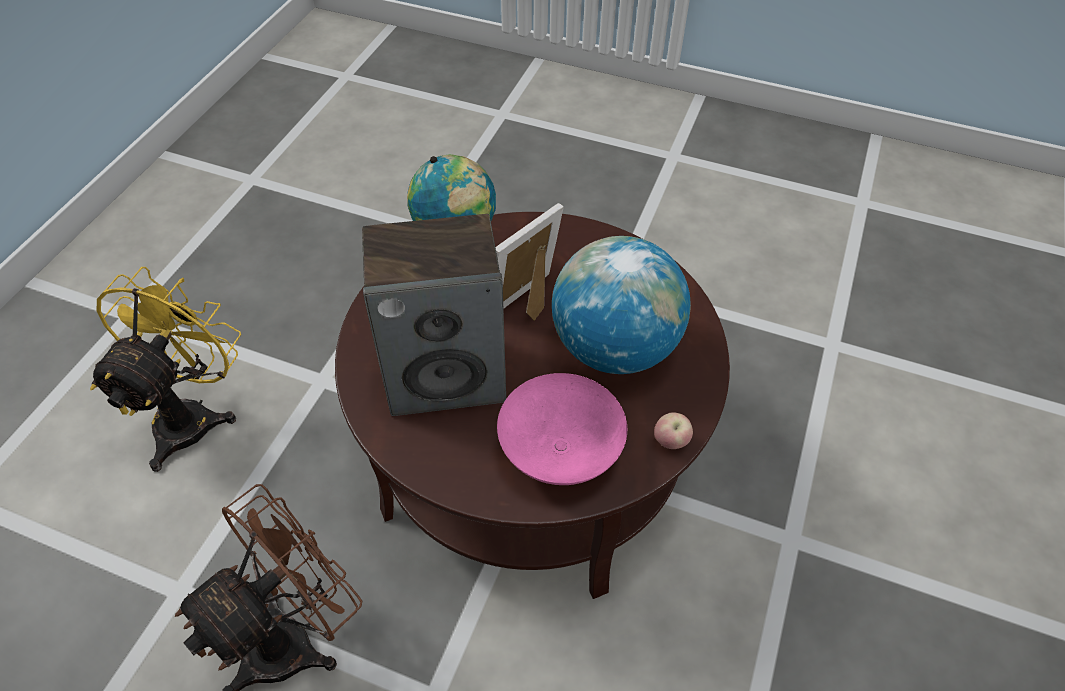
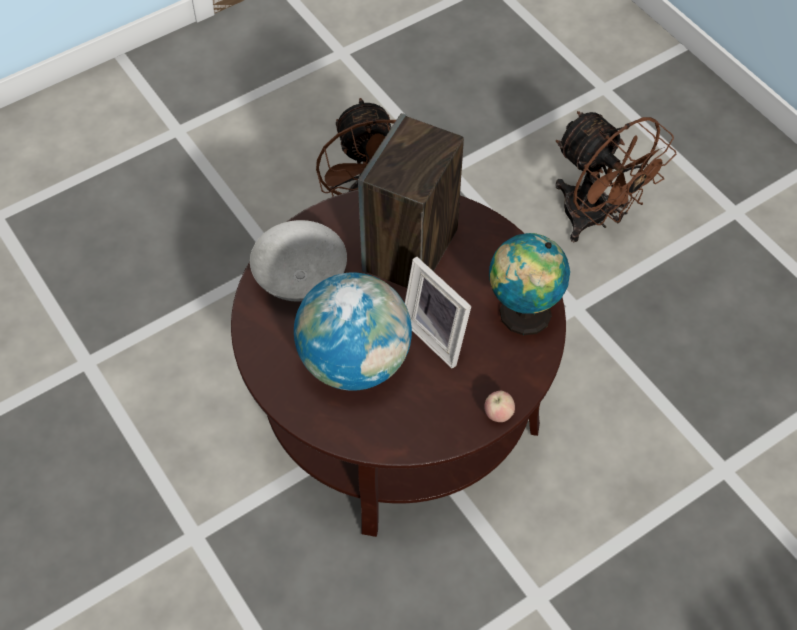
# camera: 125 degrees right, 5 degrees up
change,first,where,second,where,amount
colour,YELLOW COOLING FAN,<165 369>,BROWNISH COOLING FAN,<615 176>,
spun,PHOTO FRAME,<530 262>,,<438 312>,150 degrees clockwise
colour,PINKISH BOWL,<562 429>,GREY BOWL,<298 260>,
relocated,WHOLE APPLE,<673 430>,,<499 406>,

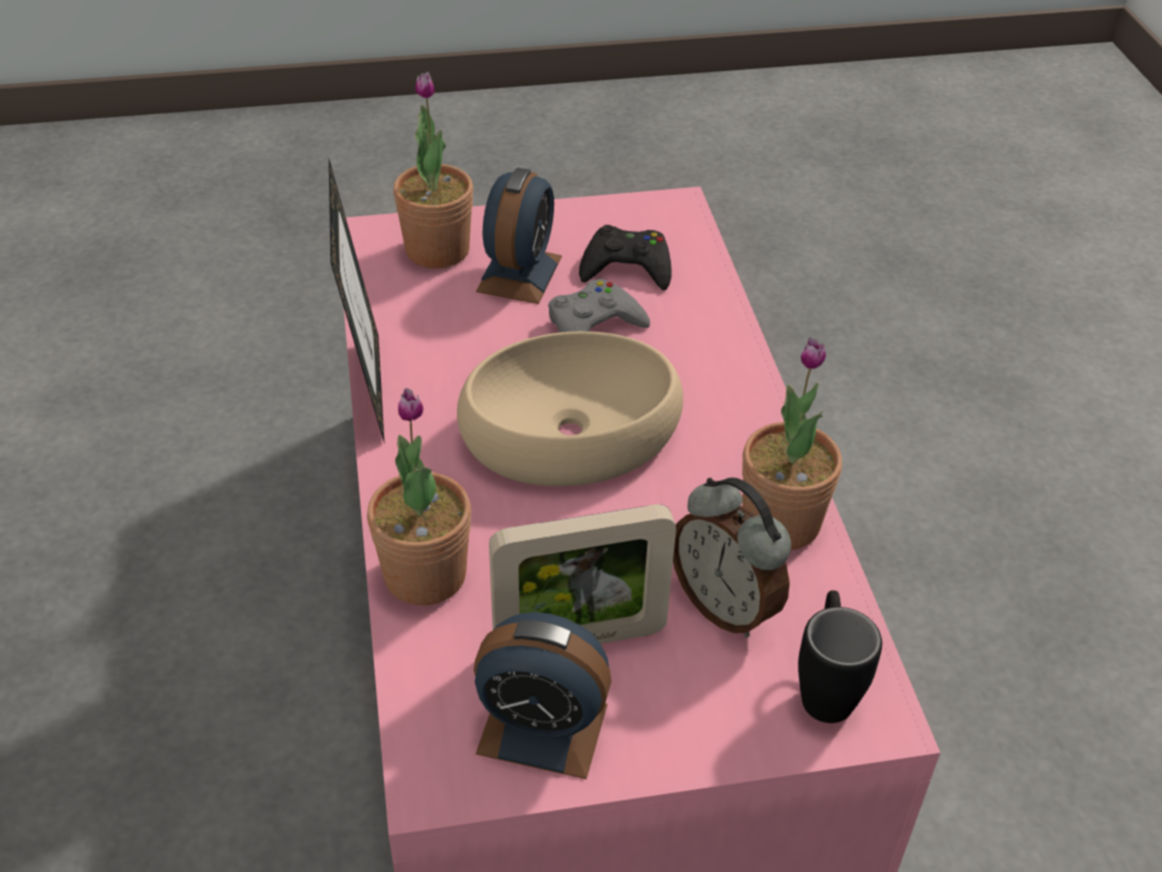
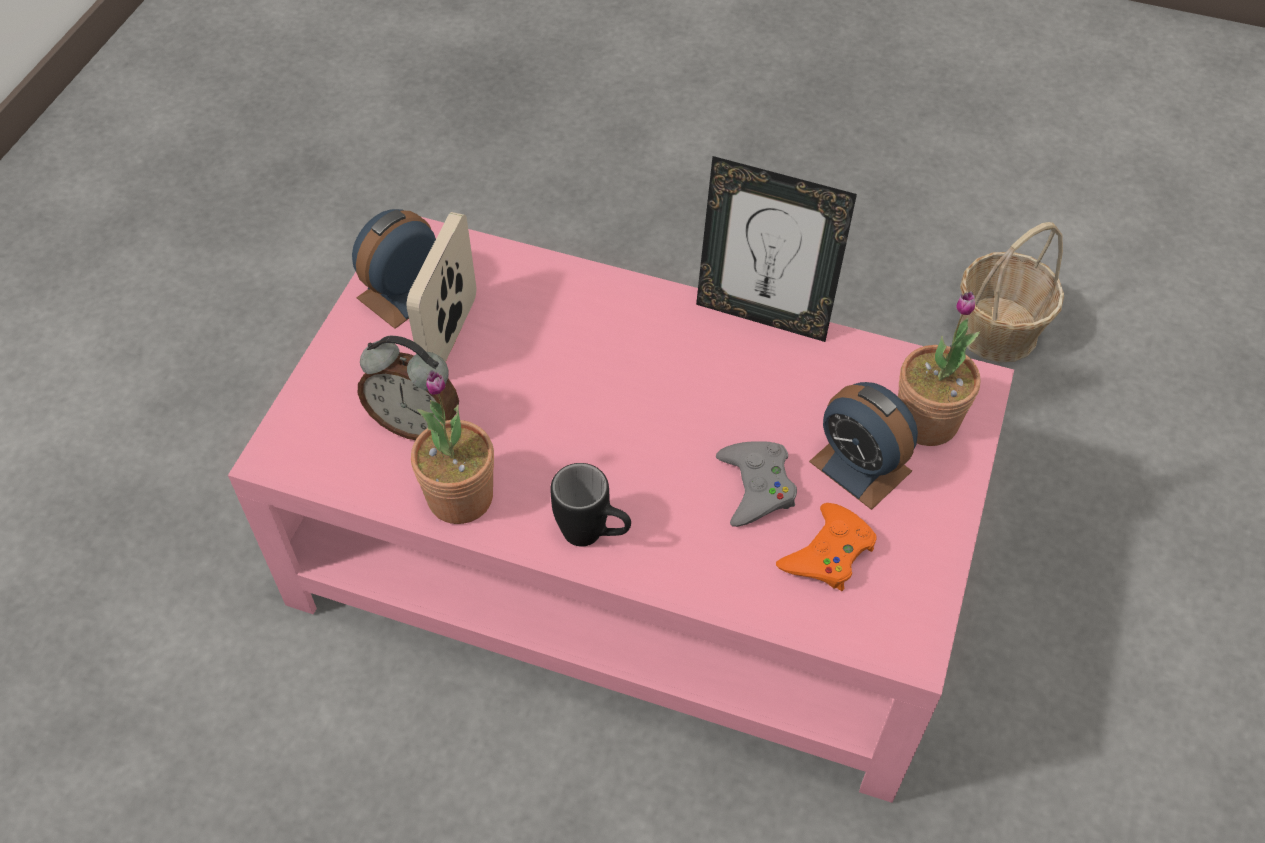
# camera: 120 degrees right, 10 degrees up
change,first,where,second,where,amount
missing,PLANT IN A POT,<419 496>,,,
missing,BEIGE-COLOURED BOWL,<570 408>,,,
colour,BLACK-COLOURED GAME CONTROLLER,<625 257>,ORANGE-COLOURED GAME CONTROLLER,<826 547>,
spun,ALARM CLOCK,<732 557>,,<408 388>,150 degrees counterclockwise
relocated,BLACK-COLOURED TEA MUG,<840 656>,,<590 505>,
appeared,,,HOUSEHOLD BASKET,<1012 292>,

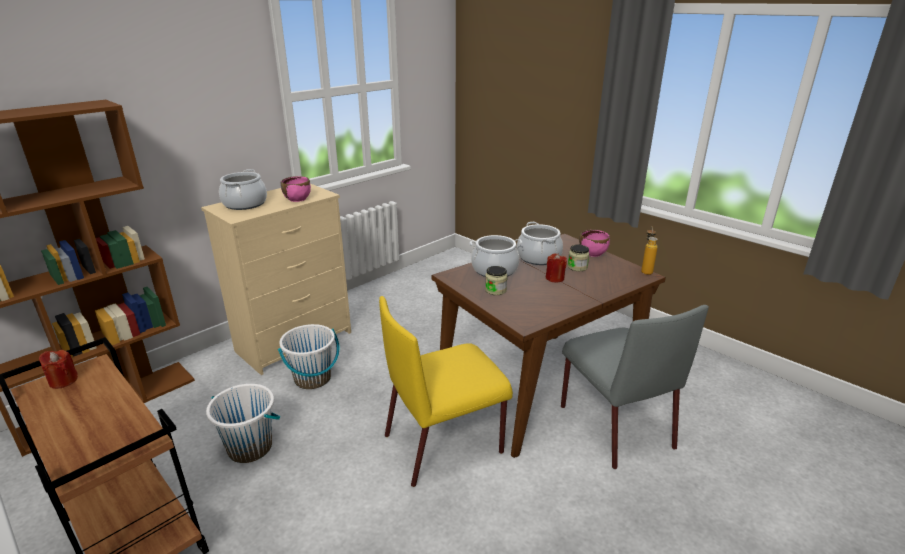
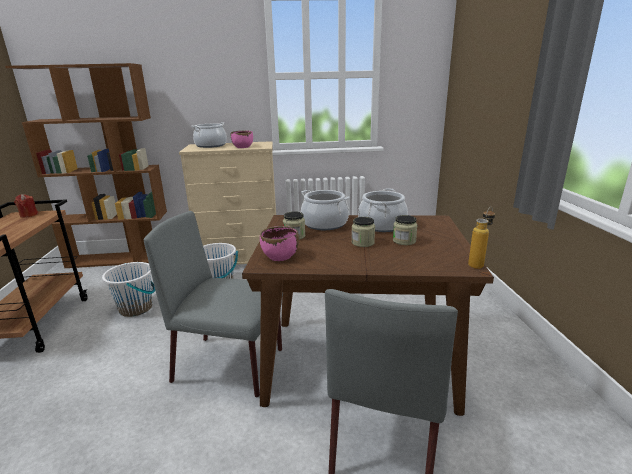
# camera: 40 degrees right, 5 degrees down
change,first,where,second,where,amount
colour,YELLOW UPRIGHT CHAIR,<446 391>,GREY UPRIGHT CHAIR,<213 304>,
exchanged,RED WAX CANDLE,<556 267>,JAR,<363 232>,
relocated,PINKISH BOWL,<594 243>,,<279 243>,

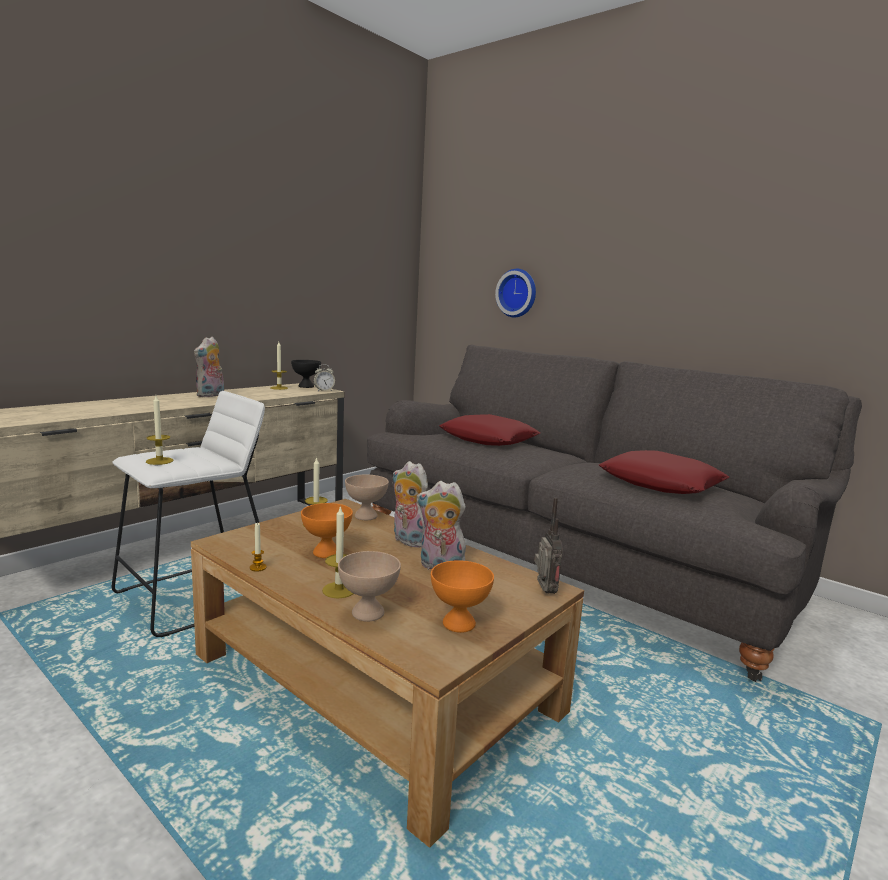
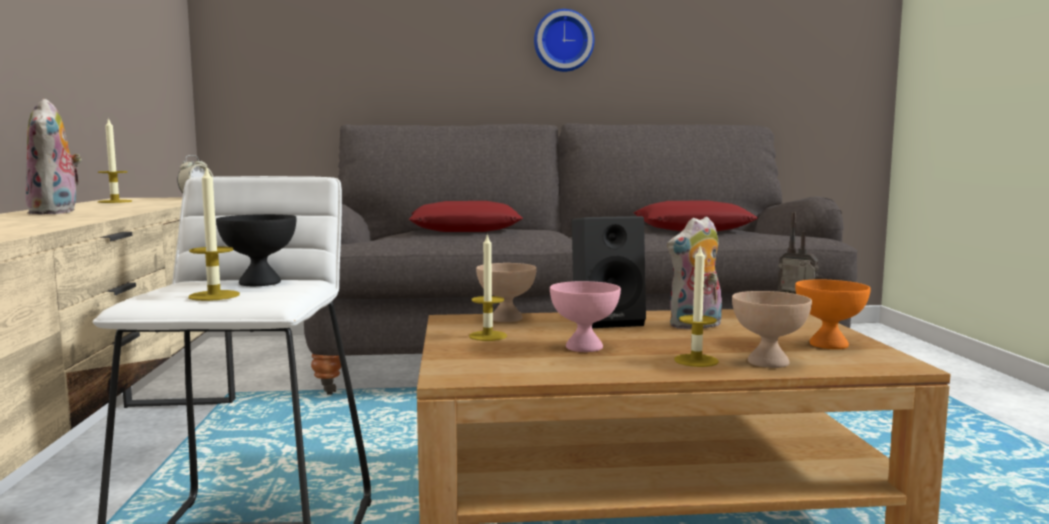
# camera: 45 degrees left, 5 degrees down
change,first,where,second,where,amount
missing,WAX CANDLE,<258 547>,,,
relocated,BLACK-COLOURED BOWL,<306 374>,,<256 250>,
colour,ORANGE-COLOURED BOWL,<327 530>,PINKISH BOWL,<585 316>,
exchanged,CUDDLY TOY,<410 504>,BLACK-COLOURED SPEAKER,<609 272>,
relocated,CLOCK ON THE WALL,<515 293>,,<564 40>,

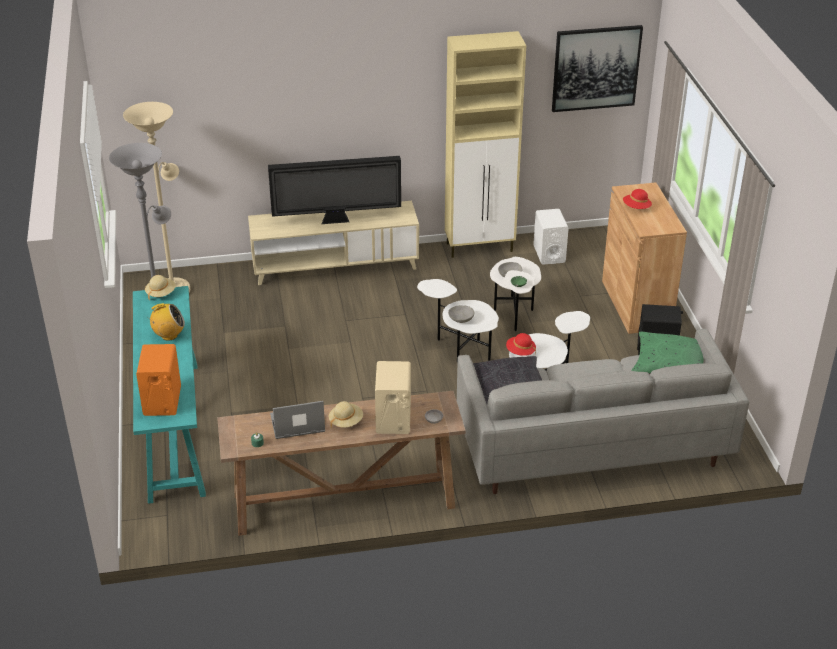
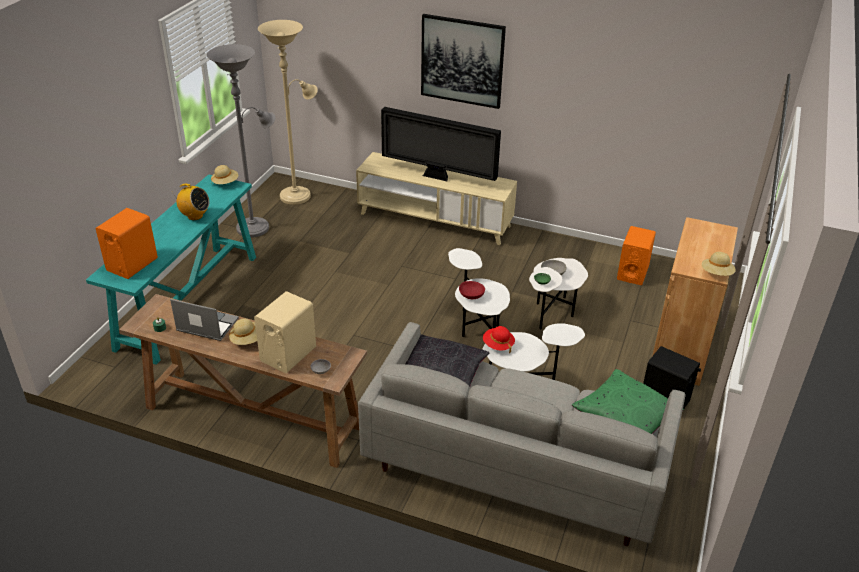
# camera: 30 degrees right, 0 degrees up
change,first,where,second,where,amount
missing,BEIGE-COLOURED STORAGE CABINET,<485 144>,,,
colour,GREY BOWL,<461 314>,RED BOWL,<472 290>,
colour,WHITE-COLOURED SPEAKER,<551 237>,ORANGE-COLOURED SPEAKER,<636 255>,
relocated,WALL ART,<597 68>,,<463 61>,
missing,RED HAT,<637 199>,,,
appeared,,,BEIGE-COLOURED HAT,<719 264>,

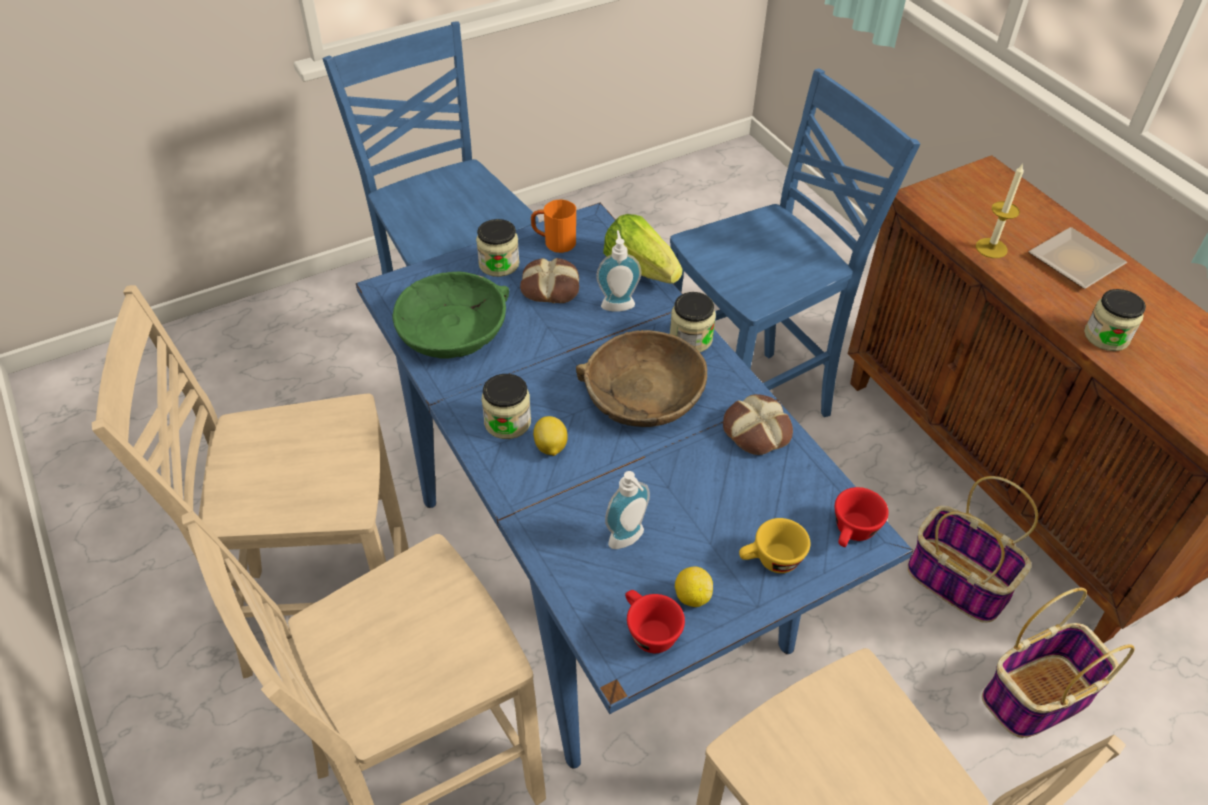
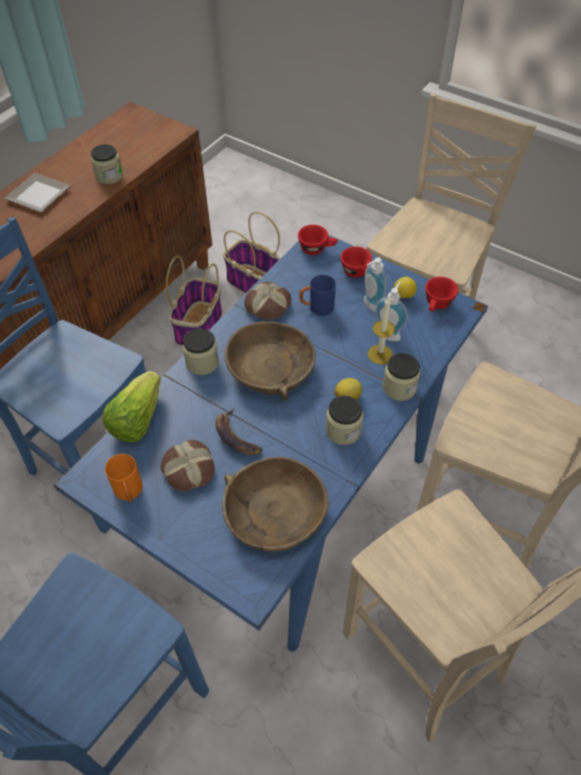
# camera: 115 degrees left, 5 degrees up
change,first,where,second,where,amount
colour,GREENISH BOWL,<451 315>,BROWNISH BOWL,<275 504>,
relocated,JAR,<498 248>,,<401 377>,
relocated,SOAP DISPENSER,<618 271>,,<375 284>,
colour,YELLOW DRINKING CUP,<774 545>,RED DRINKING CUP,<356 262>,
relocated,WAX CANDLE,<1000 210>,,<381 330>,
appeared,,,BANANA FRUIT,<239 431>,
appeared,,,BLUE TEA MUG,<317 295>,

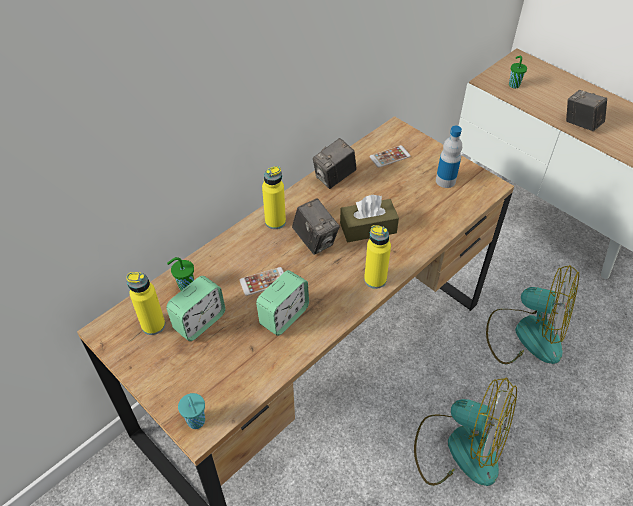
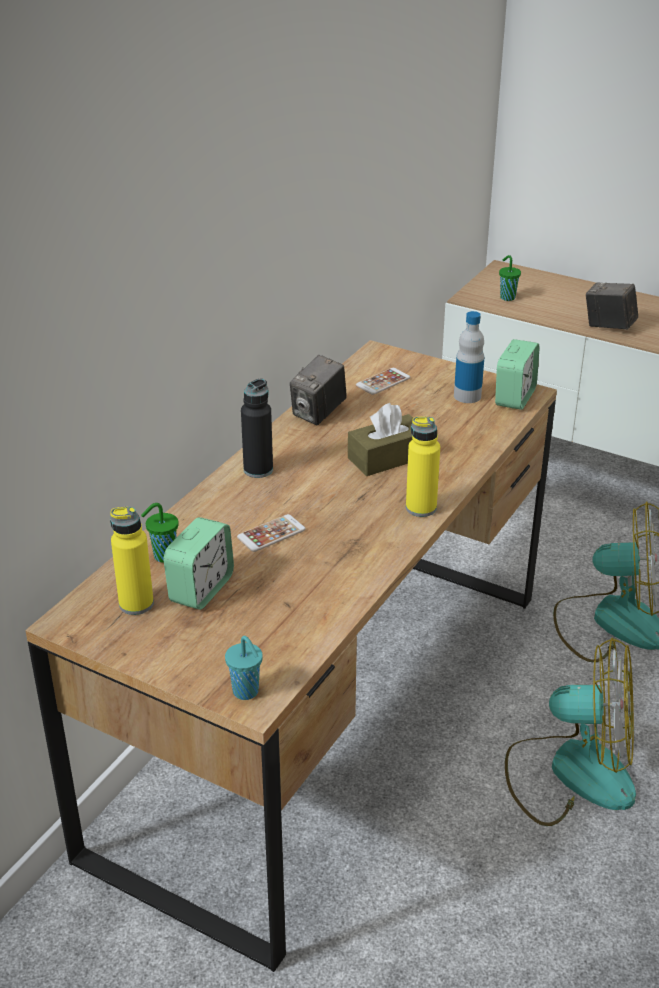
# camera: 15 degrees left, 15 degrees down
change,first,where,second,where,amount
relocated,ALARM CLOCK,<282 303>,,<517 374>,
colour,YELLOW DRINK BOTTLE,<274 197>,BLACK-COLOURED DRINK BOTTLE,<257 428>,
missing,PHOTO CAMERA,<316 226>,,,

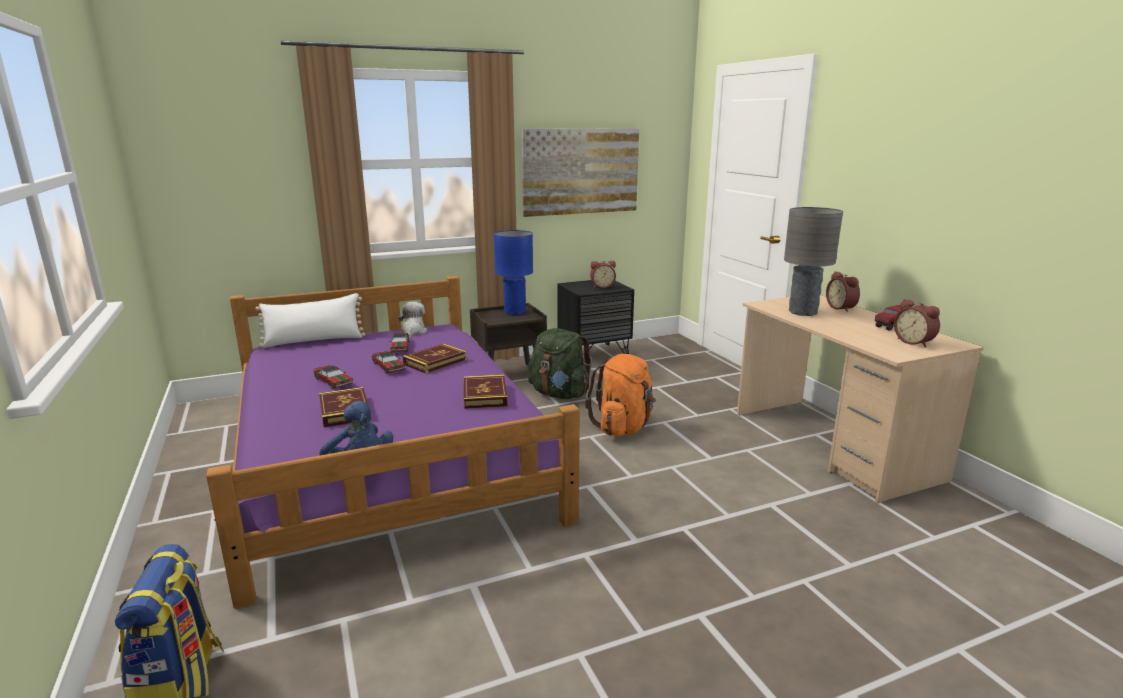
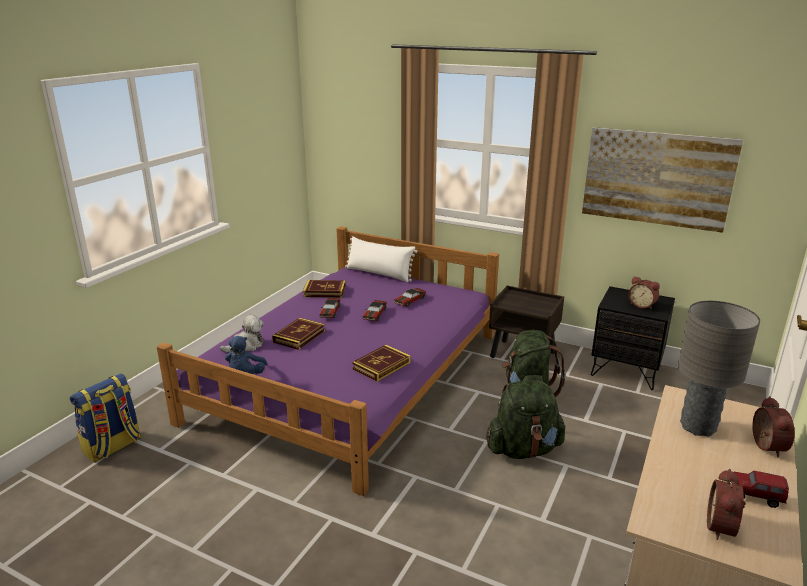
# camera: 50 degrees right, 5 degrees up
change,first,where,second,where,amount
relocated,CUDDLY TOY,<413 320>,,<242 334>,
relocated,BOUND BOOK,<434 359>,,<324 289>,
missing,BLUE TABLE LAMP,<513 272>,,,
colour,ORANGE-COLOURED KNAPSACK,<620 395>,GREENISH KNAPSACK,<526 419>,
spun,ALARM CLOCK,<843 291>,,<773 427>,150 degrees clockwise

